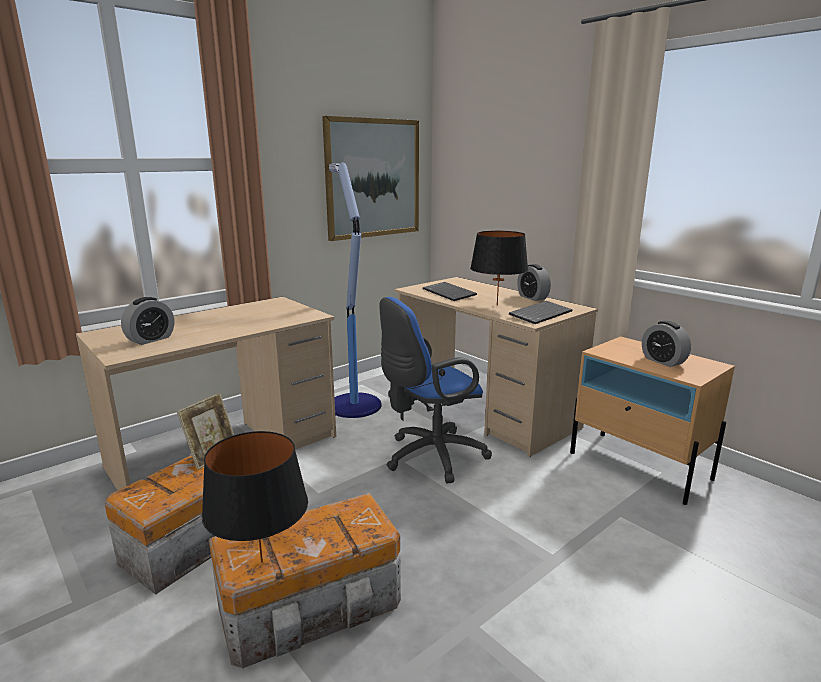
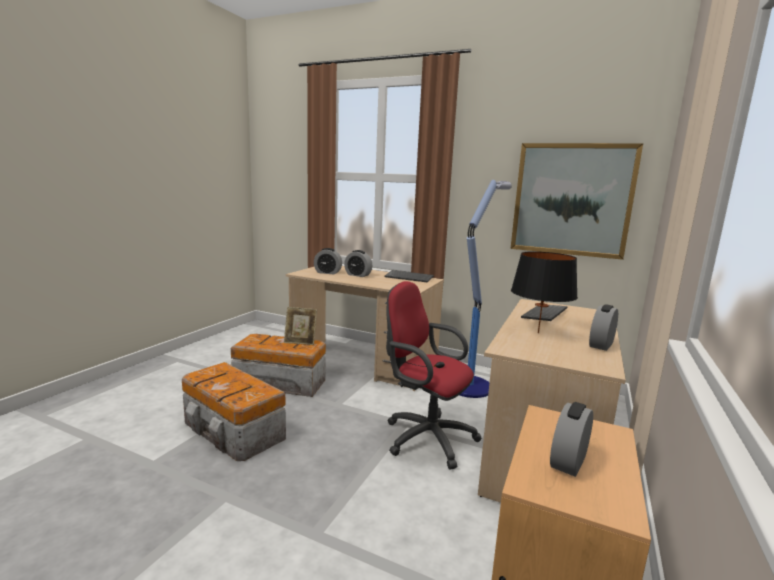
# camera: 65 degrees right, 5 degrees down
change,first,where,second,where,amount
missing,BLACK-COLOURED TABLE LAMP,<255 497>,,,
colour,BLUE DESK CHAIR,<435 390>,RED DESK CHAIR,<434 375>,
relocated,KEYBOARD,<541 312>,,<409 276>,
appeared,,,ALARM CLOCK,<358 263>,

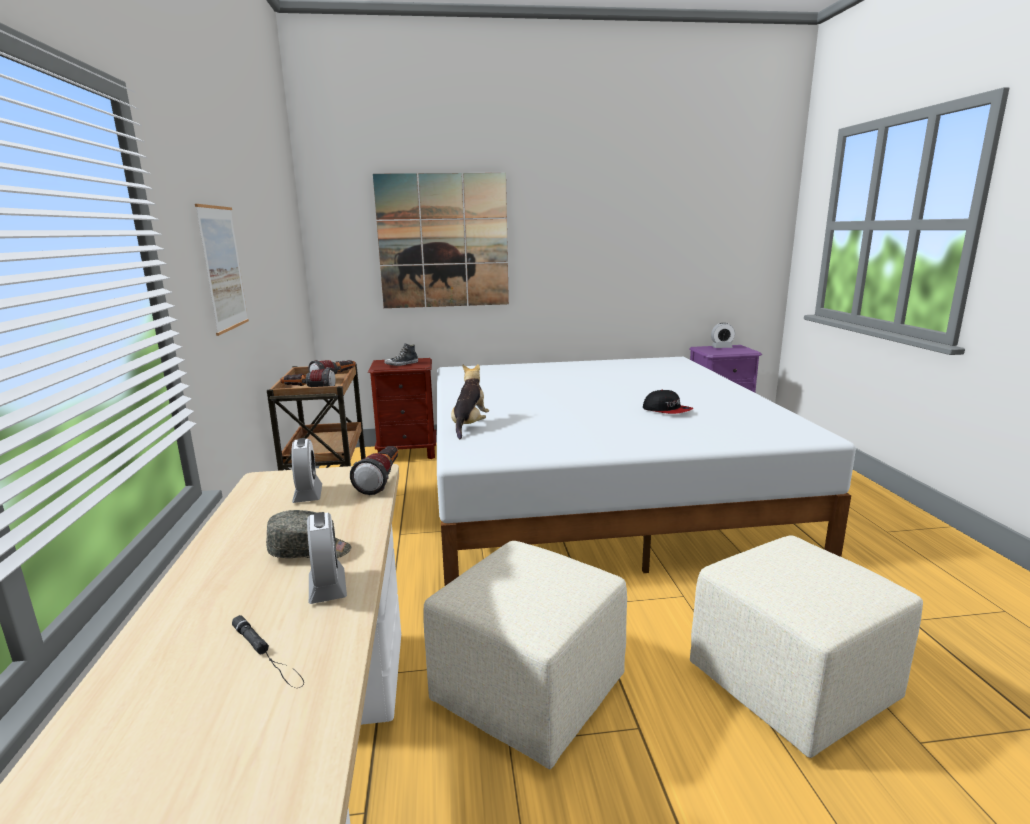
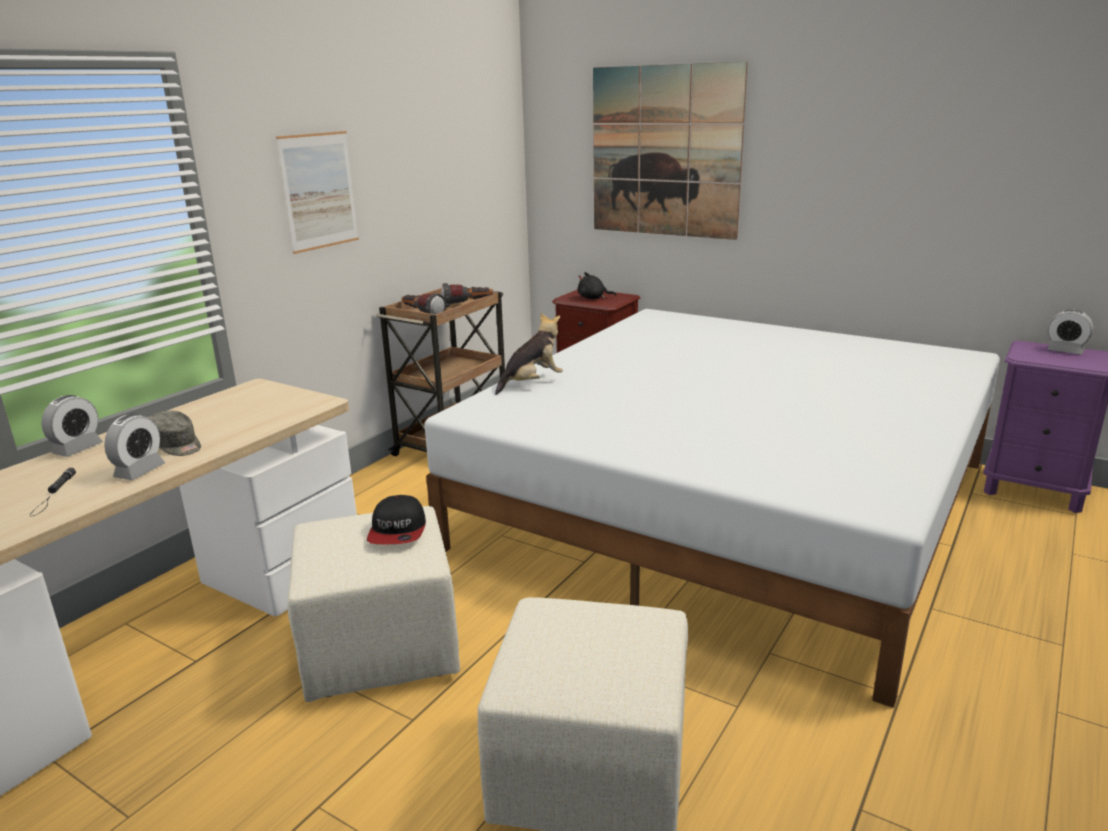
# camera: 40 degrees right, 5 degrees up
change,first,where,second,where,amount
relocated,ALARM CLOCK,<306 470>,,<72 426>,
missing,TORCH,<374 470>,,,
exchanged,LOW SHOE,<401 354>,BLACK-COLOURED CUDDLY TOY,<597 285>,
relocated,CAP,<668 402>,,<396 519>,

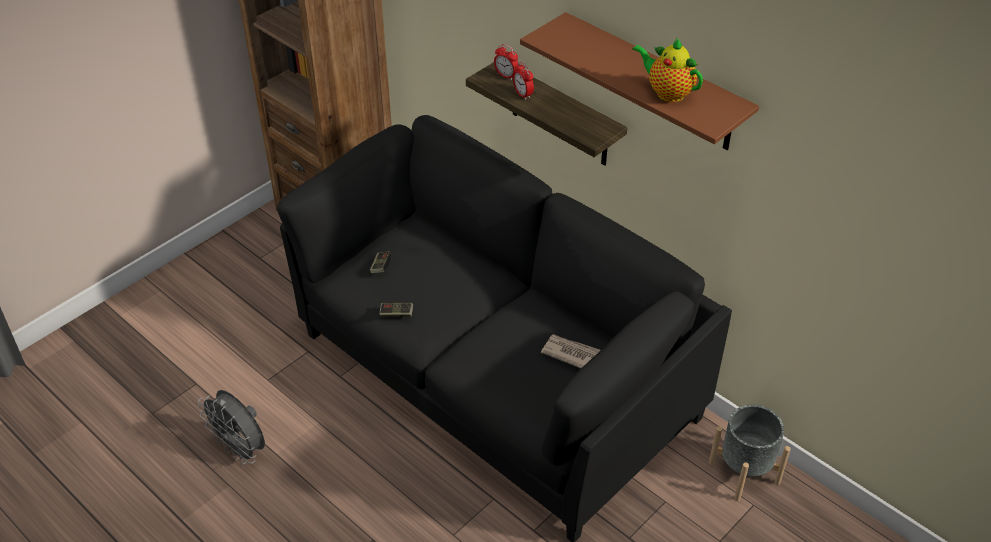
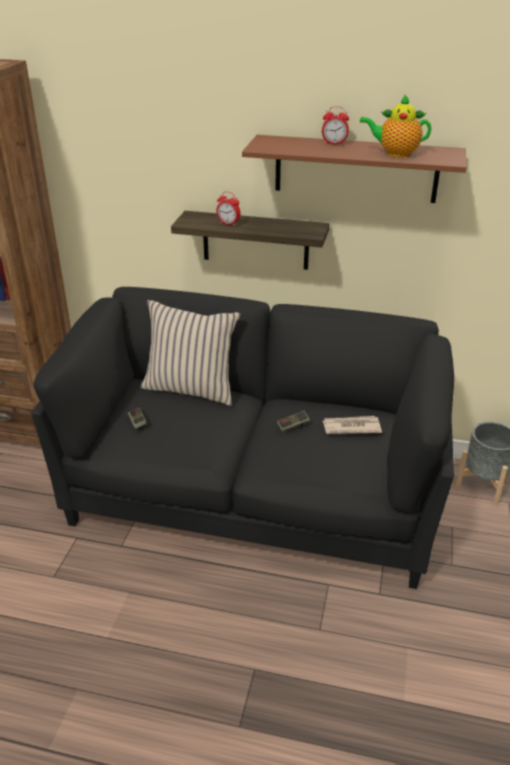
# camera: 30 degrees left, 10 degrees down
change,first,where,second,where,amount
missing,GREY COOLING FAN,<231 427>,,,
relocated,GAME CONTROLLER,<396 309>,,<293 421>,
relocated,ALARM CLOCK,<506 62>,,<335 125>,
appeared,,,BEIGE-COLOURED PILLOW,<191 353>,

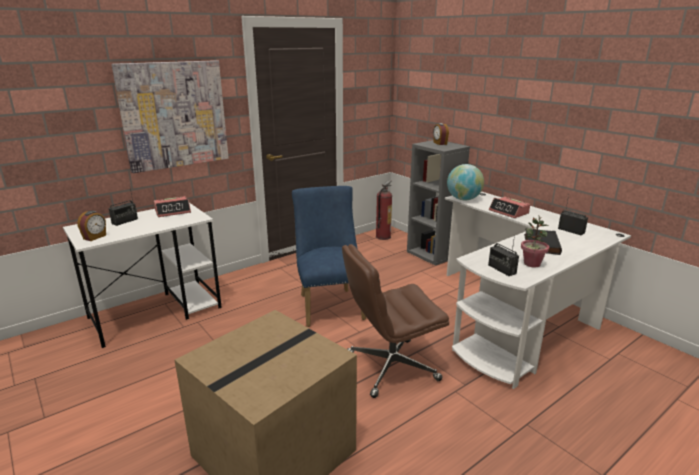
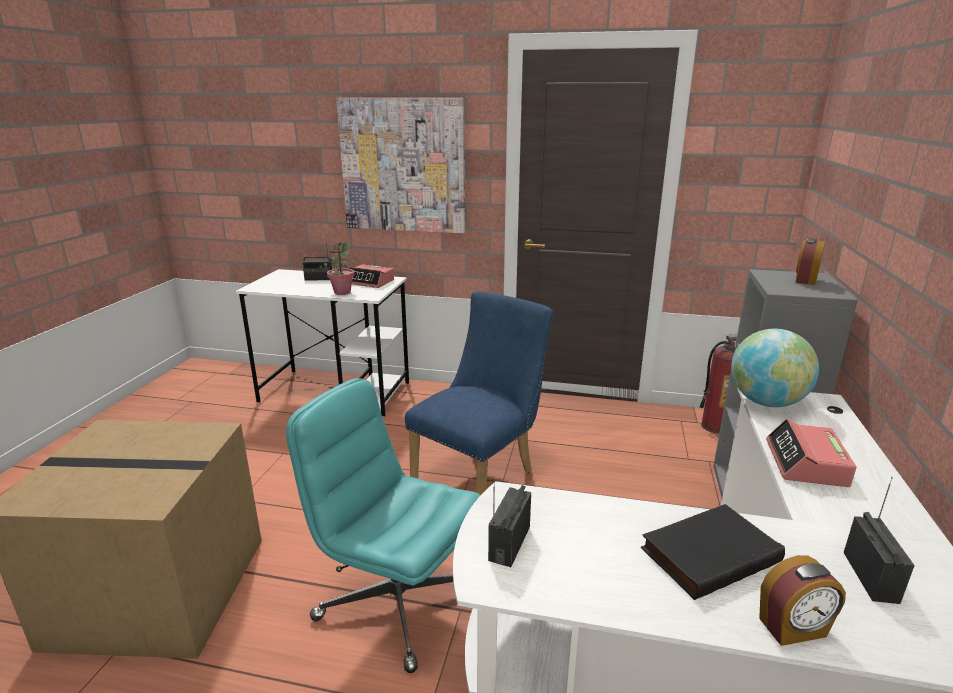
# camera: 50 degrees right, 0 degrees up
change,first,where,second,where,amount
relocated,ALARM CLOCK,<91 226>,,<802 600>,
colour,BROWNISH DESK CHAIR,<395 321>,TURQUOISE DESK CHAIR,<383 525>,
relocated,PLANT IN A POT,<535 242>,,<341 268>,

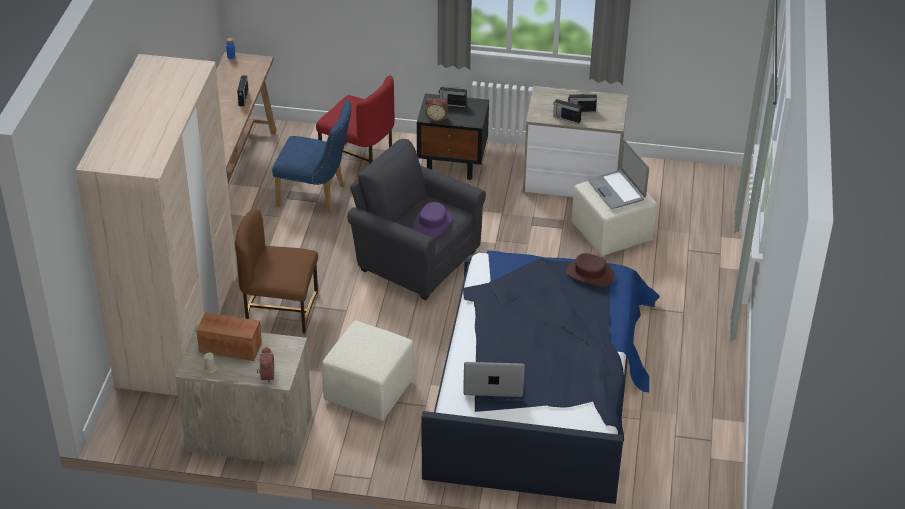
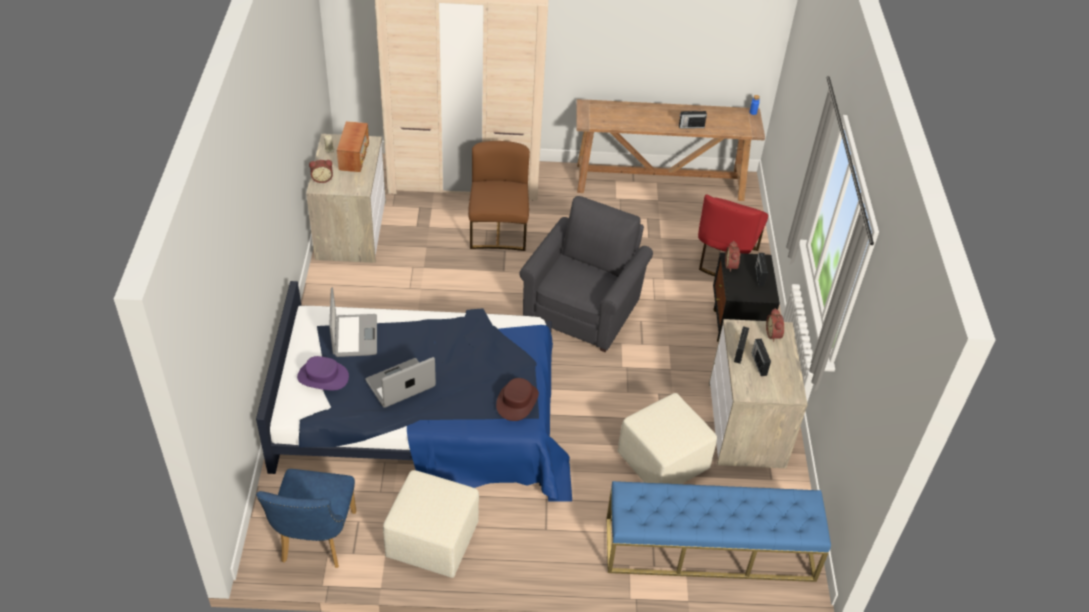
# camera: 80 degrees right, 5 degrees up
change,first,where,second,where,amount
relocated,BLUE UPRIGHT CHAIR,<311 156>,,<306 518>,
relocated,BEIGE-COLOURED POUFFE,<368 371>,,<431 524>,
relocated,PURPLISH HAT,<432 220>,,<323 373>,
relocated,PORTABLE COMPUTER,<618 174>,,<400 382>,
appeared,,,BLUE BENCH,<719 531>,
appeared,,,ALARM CLOCK,<775 325>,

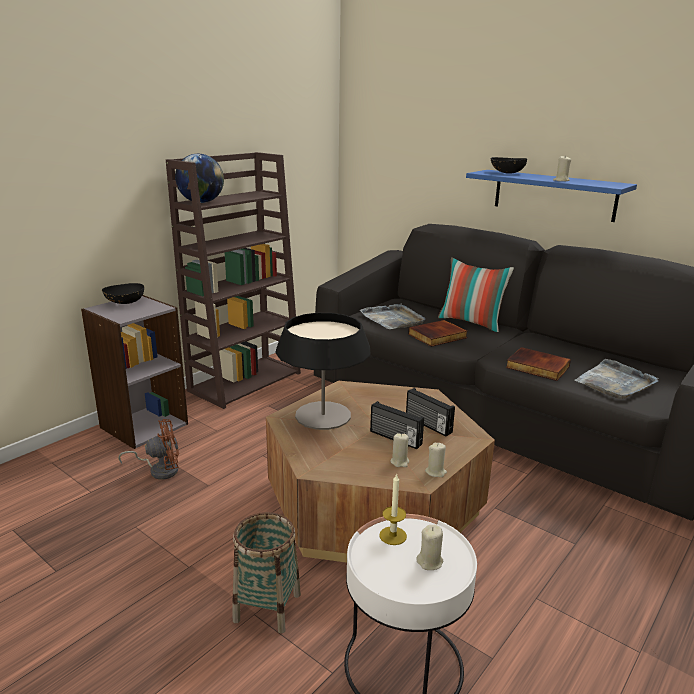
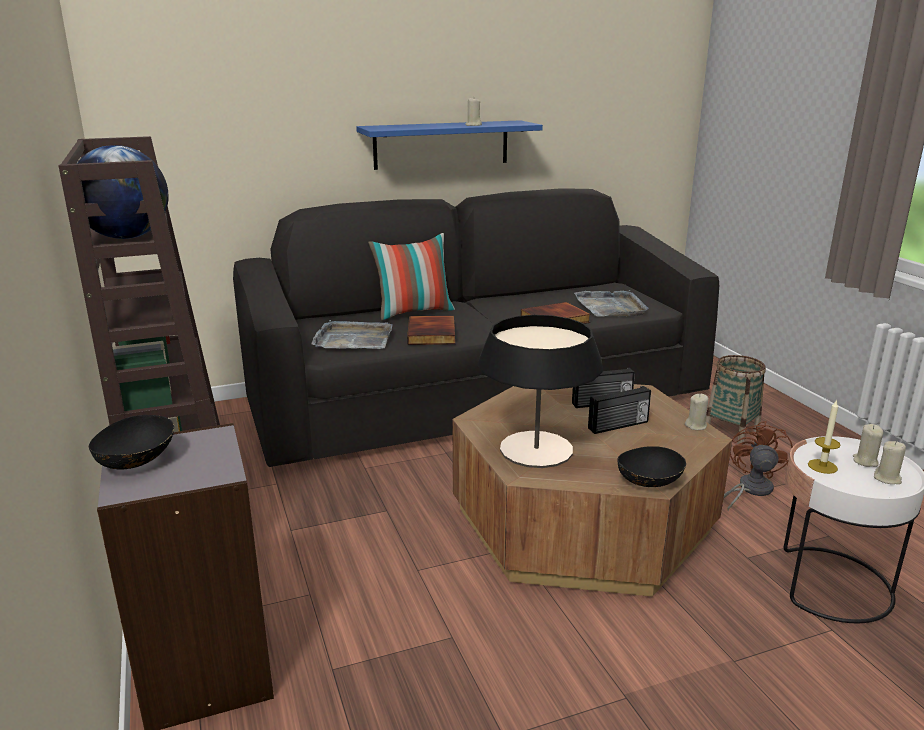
# camera: 60 degrees left, 0 degrees up
change,first,where,second,where,amount
relocated,BROWNISH COOLING FAN,<148 449>,,<758 465>,
relocated,HOUSEHOLD BASKET,<266 572>,,<735 399>,
relocated,BEIGE-COLOURED WAX CANDLE,<400 450>,,<890 462>,
relocated,BLACK-COLOURED BOWL,<509 165>,,<652 466>,

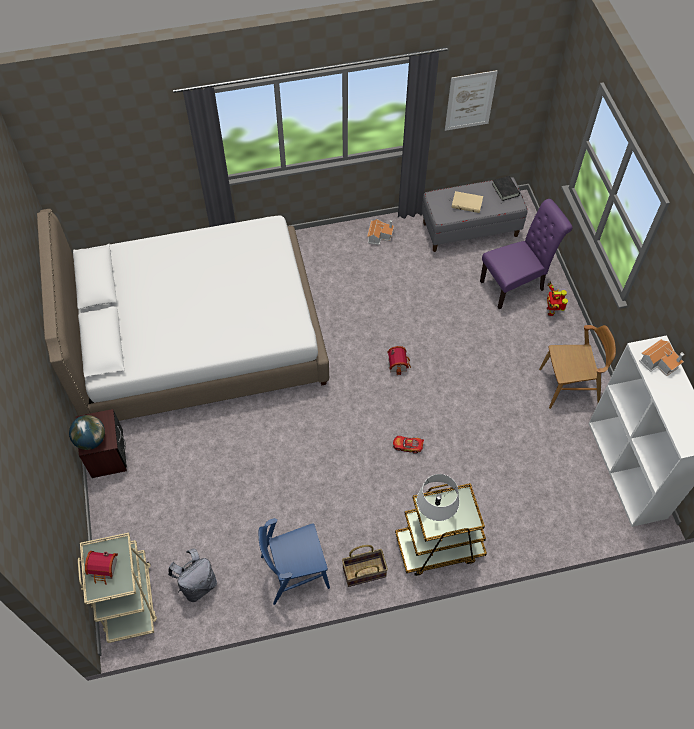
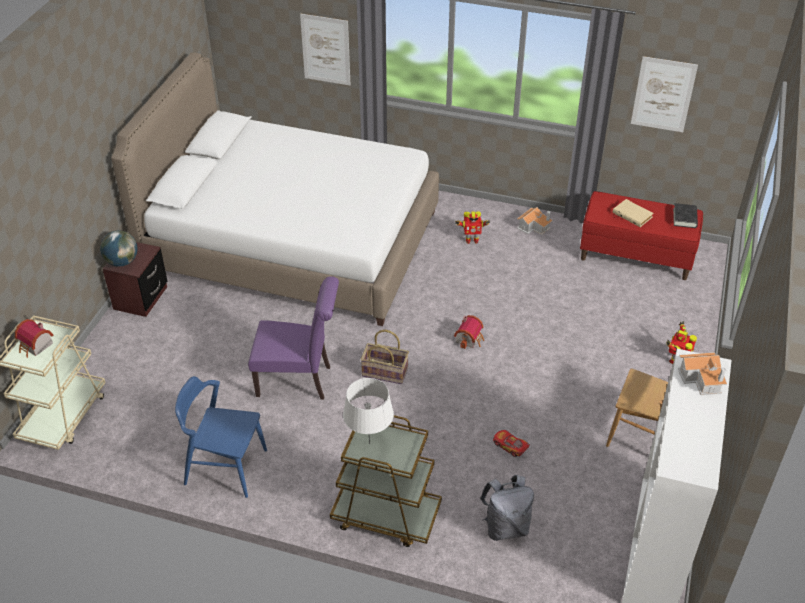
# camera: 30 degrees right, 15 degrees down
change,first,where,second,where,amount
relocated,GREY KNAPSACK,<192 575>,,<507 508>,
relocated,HOUSEHOLD BASKET,<365 566>,,<385 357>,
relocated,TOY CAR,<408 445>,,<511 443>,
colour,GREY BENCH,<474 214>,RED BENCH,<641 235>,
relocated,PURPLISH UPRIGHT CHAIR,<526 254>,,<293 338>,
appeared,,,WALL ART,<325 49>,
appeared,,,ROBOT FIGURE,<472 227>,

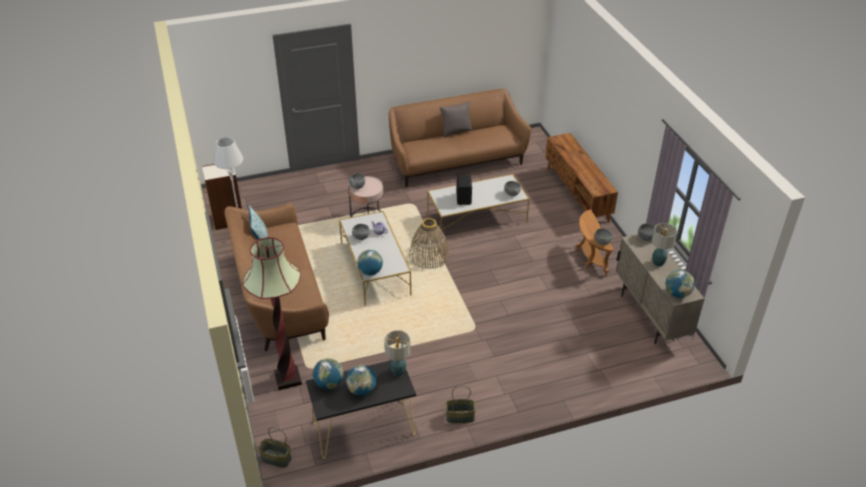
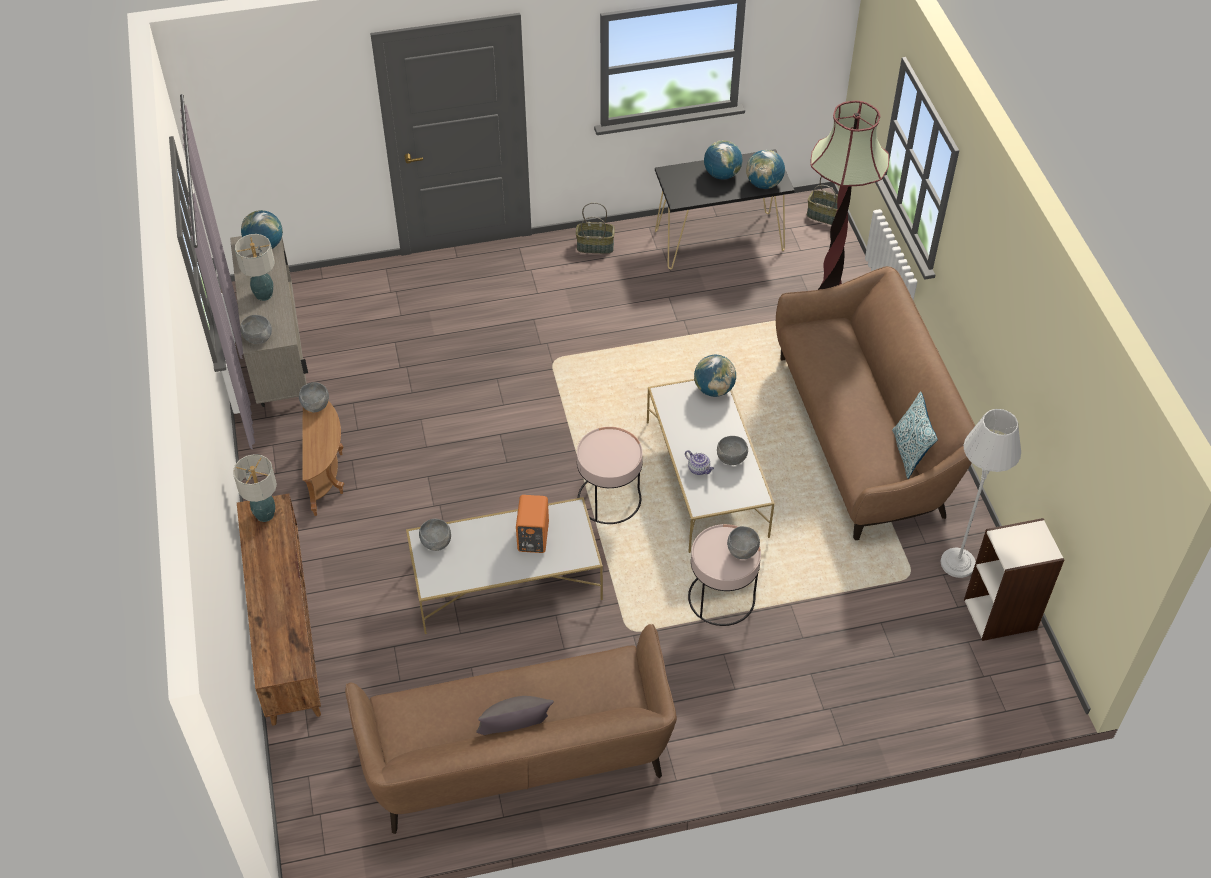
# camera: 175 degrees left, 10 degrees up
change,first,where,second,where,amount
relocated,TABLE LAMP,<397 353>,,<255 488>,
exchanged,HOUSEHOLD BASKET,<429 243>,PINKISH SIDE TABLE,<610 475>,
colour,BLACK-COLOURED SPEAKER,<464 190>,ORANGE-COLOURED SPEAKER,<532 524>,

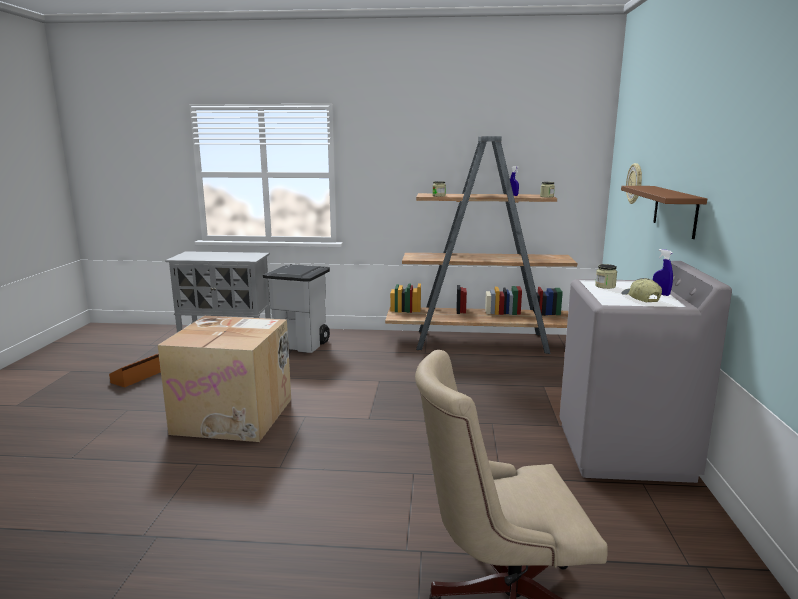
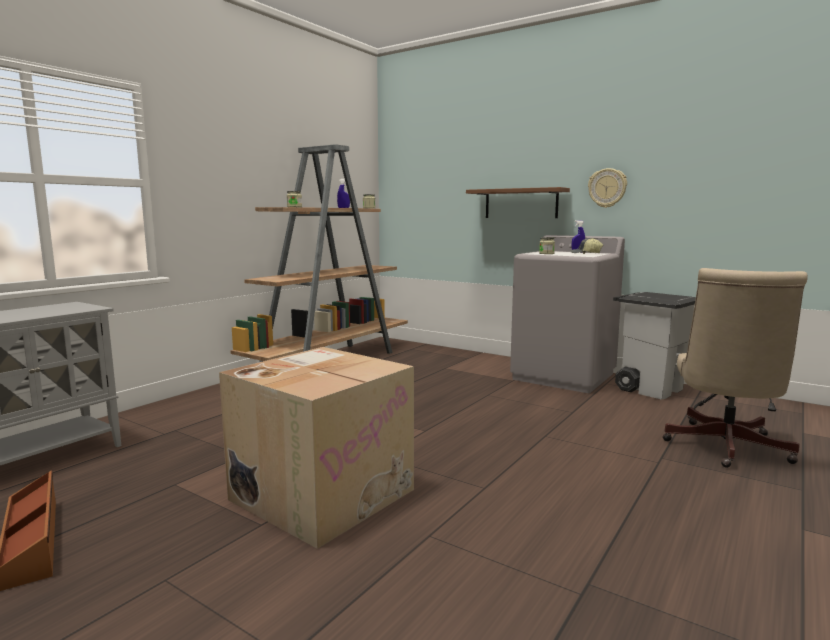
# camera: 60 degrees left, 5 degrees down
change,first,where,second,where,amount
relocated,GREY WASTE BIN,<296 308>,,<654 346>,
relocated,CLOCK ON THE WALL,<634 183>,,<607 188>,

